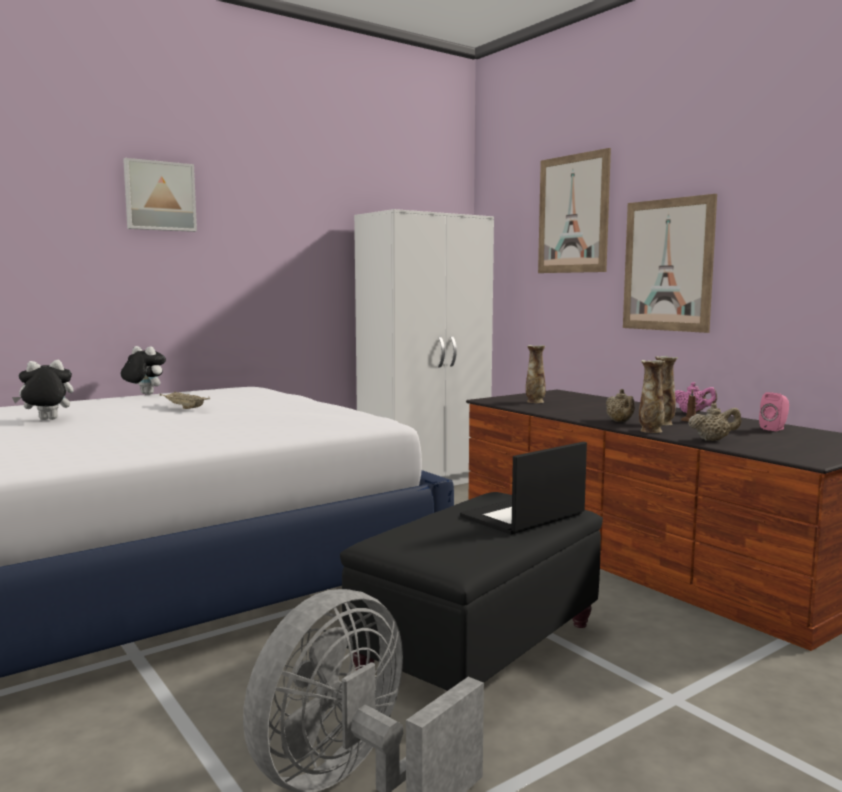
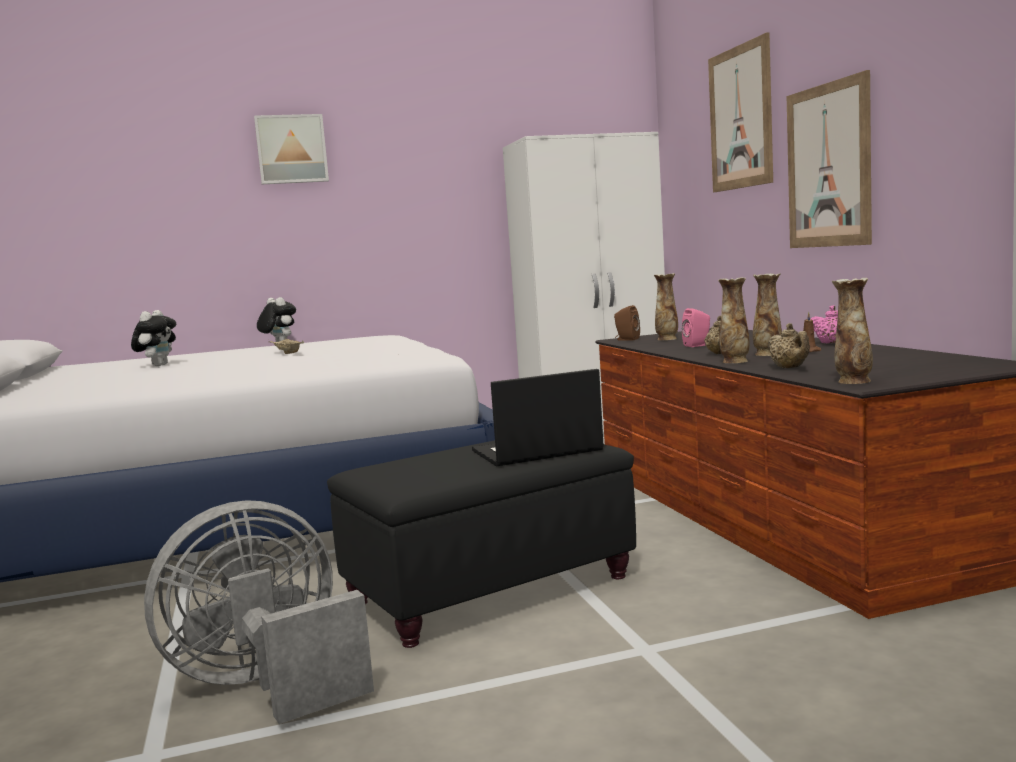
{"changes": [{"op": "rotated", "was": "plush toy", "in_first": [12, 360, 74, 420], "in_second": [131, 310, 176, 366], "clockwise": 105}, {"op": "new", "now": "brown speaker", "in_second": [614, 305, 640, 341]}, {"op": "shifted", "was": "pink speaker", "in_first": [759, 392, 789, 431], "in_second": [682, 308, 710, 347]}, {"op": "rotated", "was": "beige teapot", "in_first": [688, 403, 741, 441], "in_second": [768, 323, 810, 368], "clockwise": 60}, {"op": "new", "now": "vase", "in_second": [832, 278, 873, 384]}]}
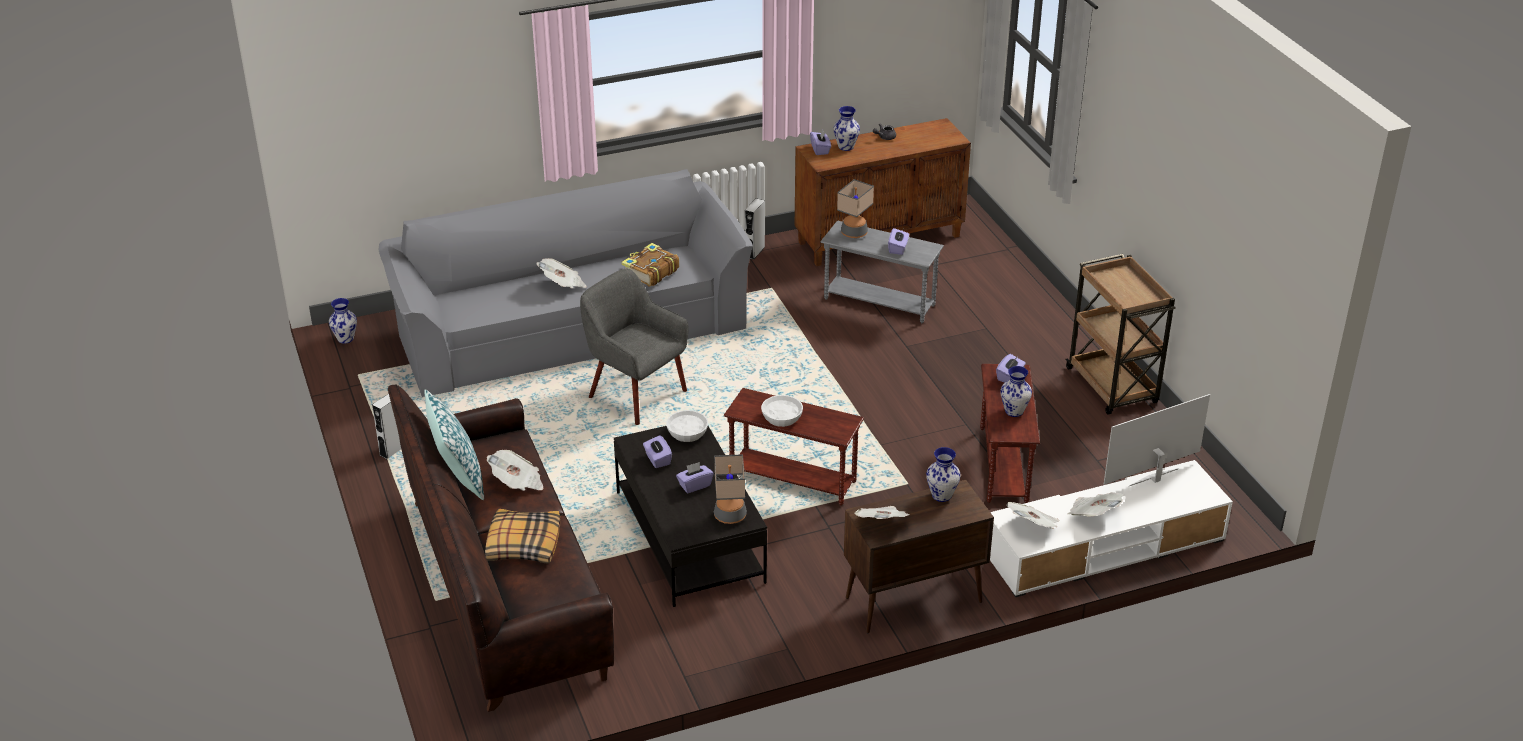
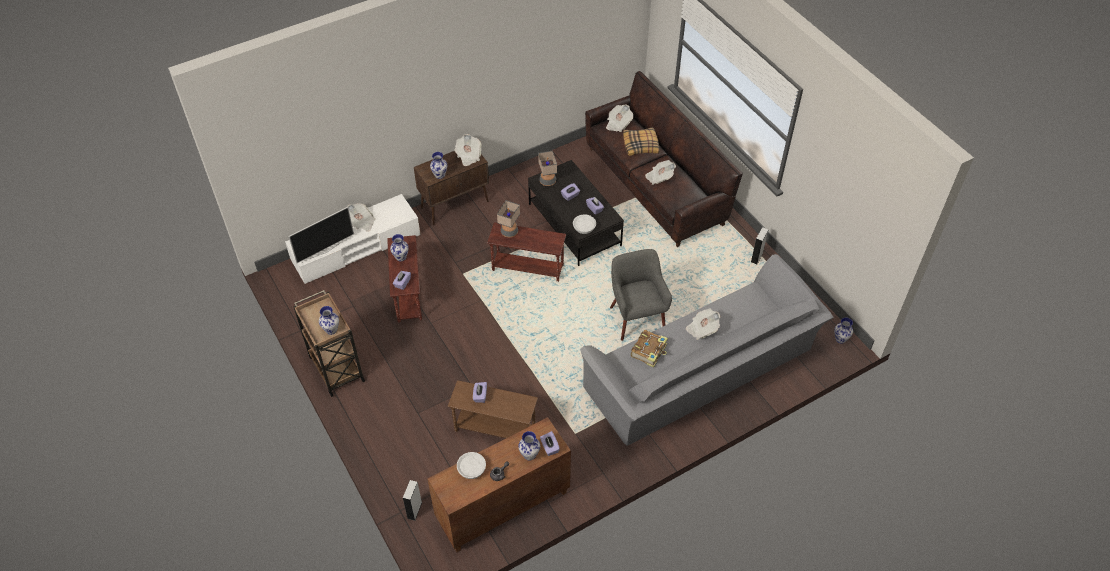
{"changes": [{"op": "new", "now": "vase", "in_second": [319, 306, 339, 335]}, {"op": "shifted", "was": "grey speaker", "in_first": [745, 198, 765, 259], "in_second": [403, 480, 422, 521]}, {"op": "repainted", "was": "grey side table", "now": "brown side table", "in_first": [821, 221, 944, 323], "in_second": [448, 380, 538, 438]}, {"op": "shifted", "was": "white bowl", "in_first": [761, 395, 803, 427], "in_second": [457, 452, 486, 479]}, {"op": "shifted", "was": "table lamp", "in_first": [837, 179, 874, 238], "in_second": [497, 200, 520, 237]}, {"op": "shifted", "was": "newspaper", "in_first": [1006, 502, 1060, 529], "in_second": [606, 105, 633, 132]}, {"op": "rotated", "was": "grey armchair", "in_first": [580, 269, 688, 425], "in_second": [610, 249, 672, 341], "clockwise": -135}, {"op": "gone", "was": "pillow", "in_first": [424, 389, 484, 500]}]}
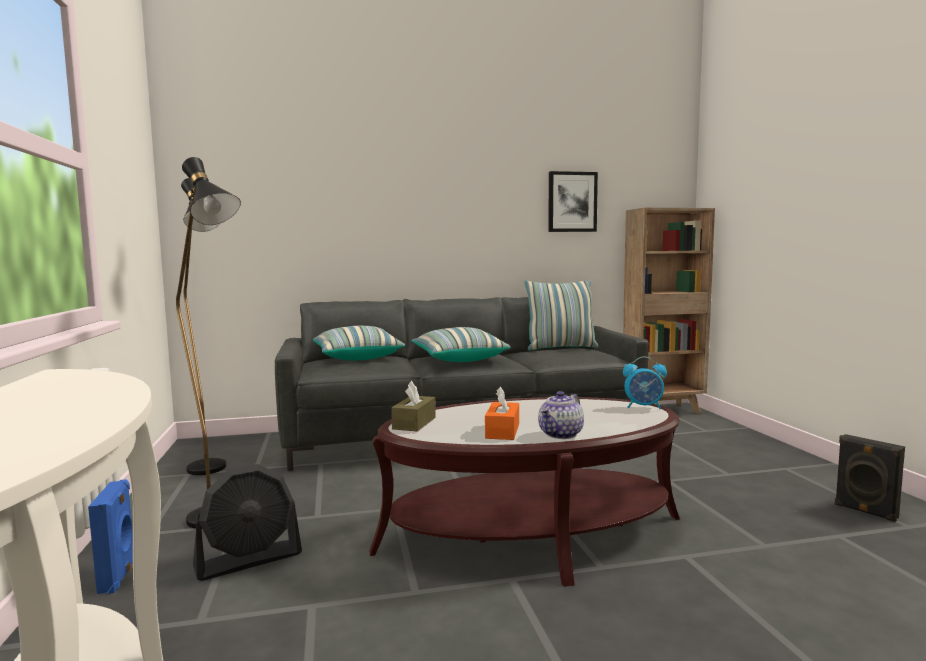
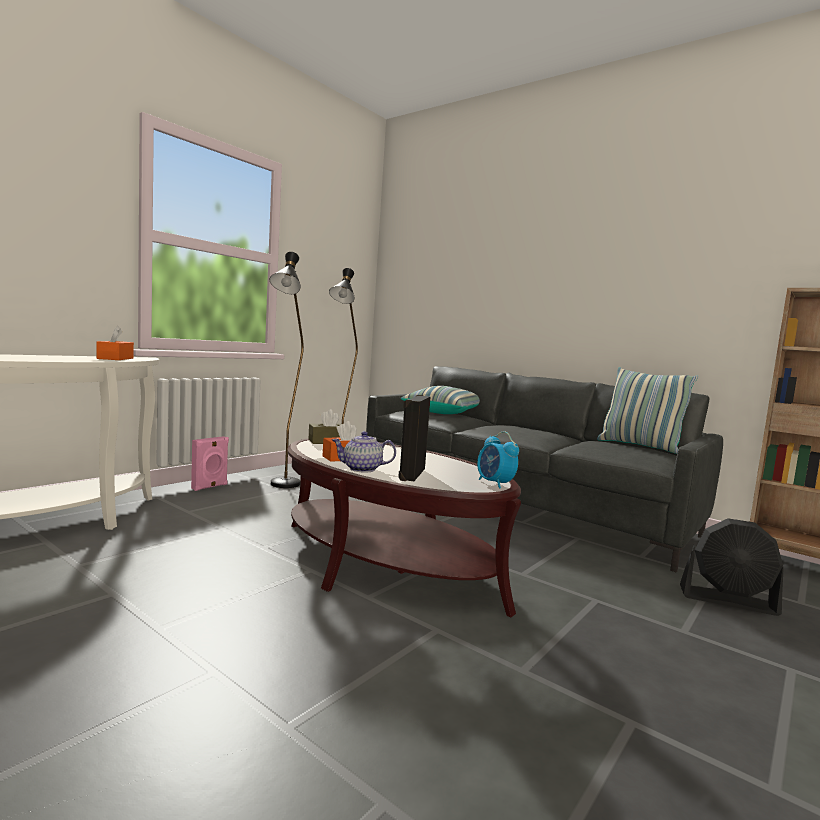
{"changes": [{"op": "new", "now": "orange tissue box", "in_second": [97, 326, 134, 360]}, {"op": "repainted", "was": "blue speaker", "now": "pink speaker", "in_first": [88, 479, 133, 594], "in_second": [191, 436, 229, 491]}, {"op": "shifted", "was": "black speaker", "in_first": [835, 434, 905, 522], "in_second": [398, 395, 430, 481]}, {"op": "shifted", "was": "black fan", "in_first": [193, 464, 302, 581], "in_second": [680, 518, 784, 616]}, {"op": "gone", "was": "pillow", "in_first": [411, 327, 511, 362]}, {"op": "gone", "was": "picture", "in_first": [548, 171, 598, 232]}]}
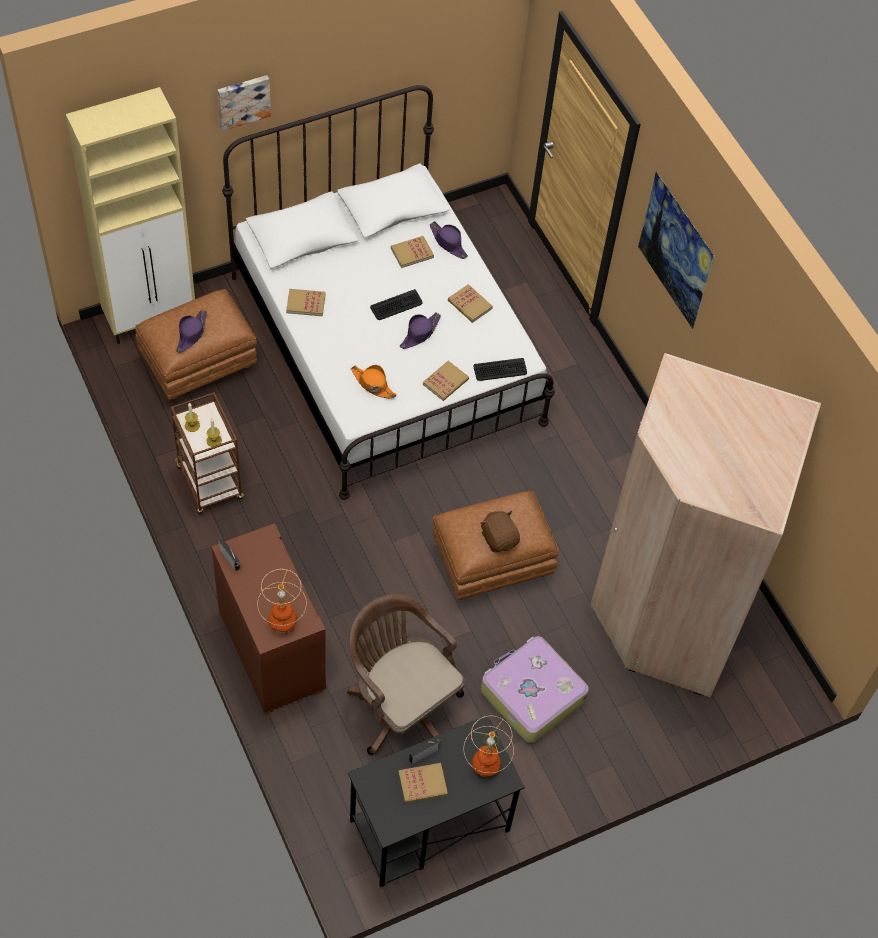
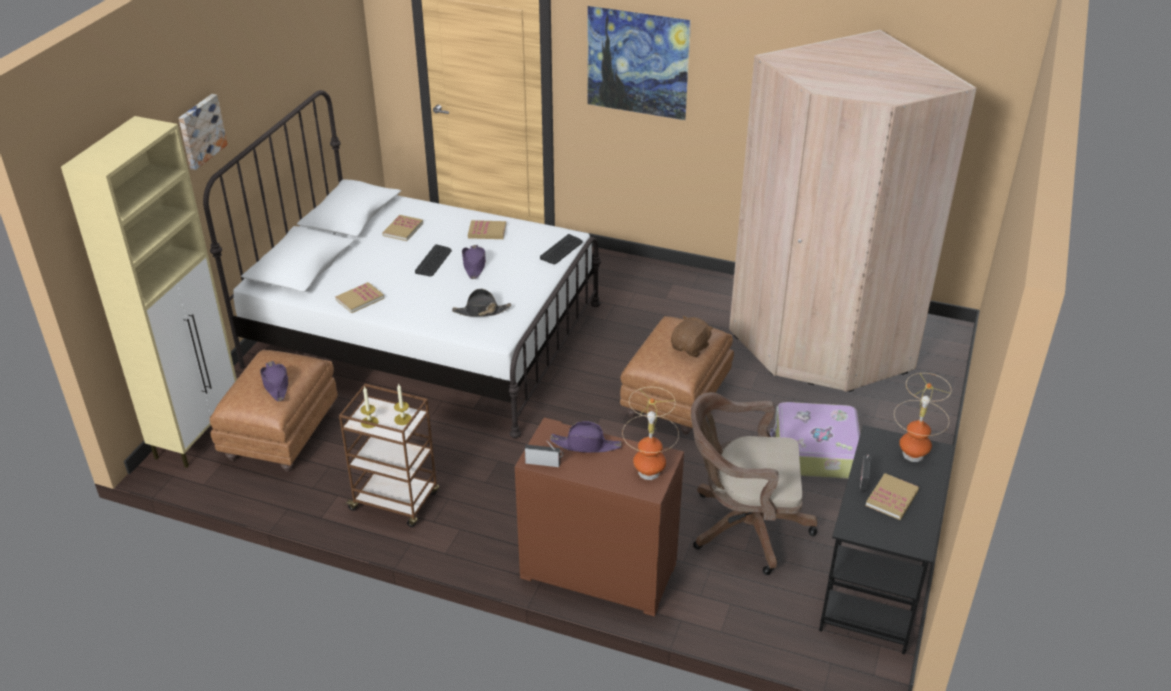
{"changes": [{"op": "repainted", "was": "orange hat", "now": "black hat", "in_first": [351, 365, 397, 399], "in_second": [452, 289, 511, 317]}, {"op": "shifted", "was": "purple hat", "in_first": [430, 221, 468, 259], "in_second": [550, 421, 622, 453]}, {"op": "rotated", "was": "brown plush toy", "in_first": [480, 511, 520, 552], "in_second": [671, 315, 713, 357], "clockwise": 105}, {"op": "gone", "was": "book", "in_first": [423, 361, 469, 401]}]}
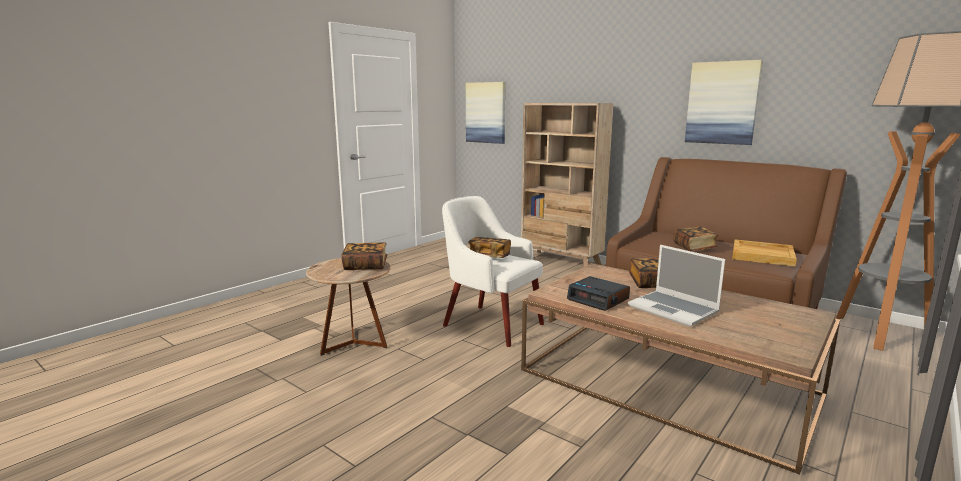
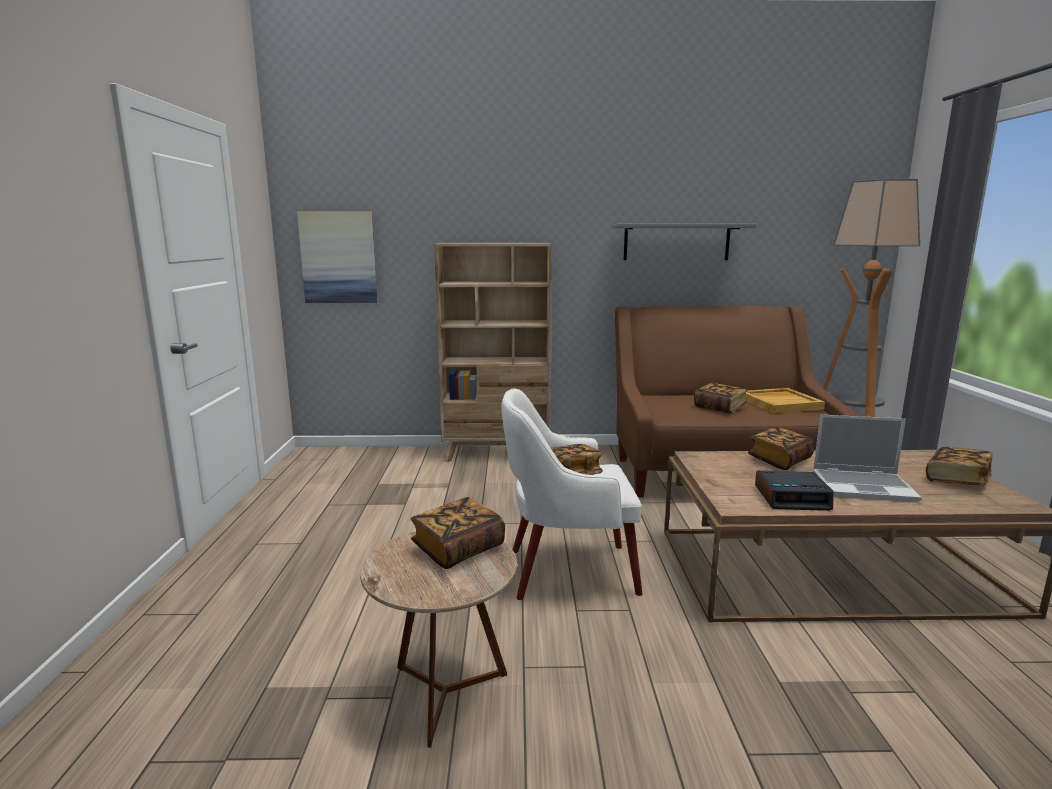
{"changes": [{"op": "swapped", "was": "picture", "now": "grey shelf", "in_first": [685, 60, 763, 145], "in_second": [612, 224, 757, 260]}, {"op": "new", "now": "book", "in_second": [926, 447, 993, 486]}]}
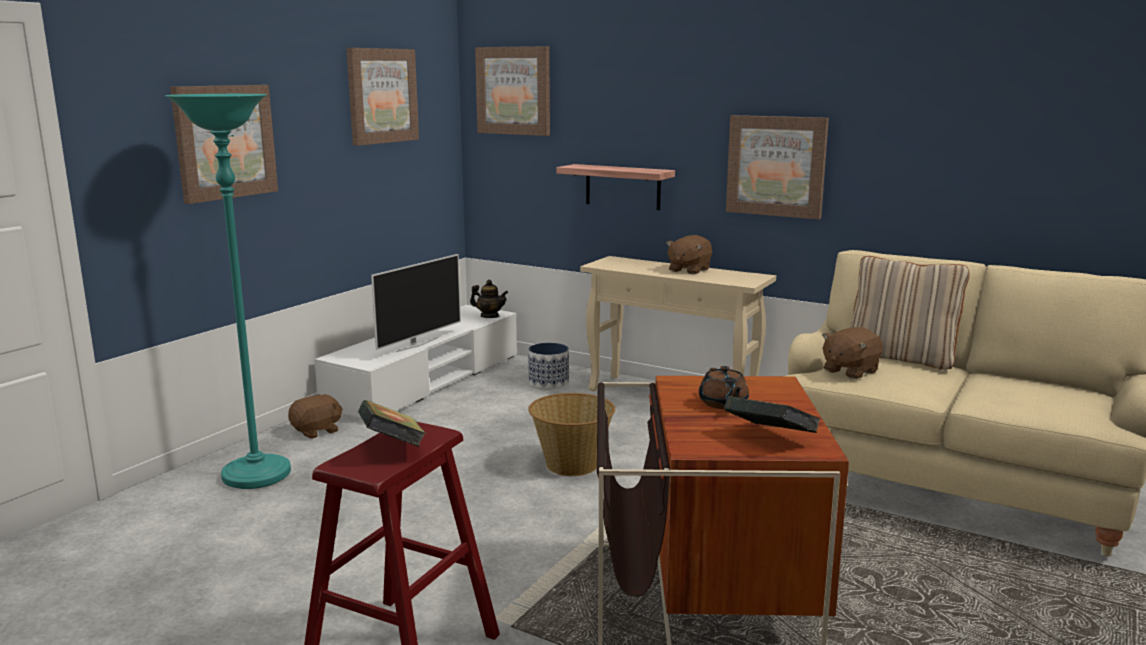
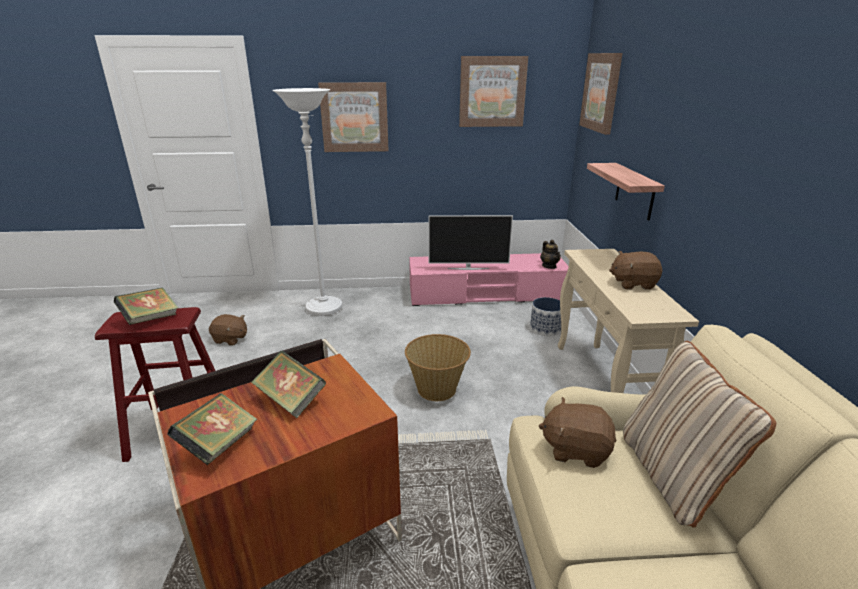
{"changes": [{"op": "shifted", "was": "brown plush toy", "in_first": [288, 394, 343, 439], "in_second": [209, 314, 247, 346]}, {"op": "swapped", "was": "brown teapot", "now": "book", "in_first": [699, 366, 749, 409], "in_second": [251, 351, 326, 418]}, {"op": "repainted", "was": "turquoise floor lamp", "now": "white floor lamp", "in_first": [165, 94, 291, 489], "in_second": [272, 88, 342, 316]}, {"op": "repainted", "was": "white tv stand", "now": "pink tv stand", "in_first": [314, 305, 517, 419], "in_second": [409, 253, 568, 306]}, {"op": "gone", "was": "picture", "in_first": [726, 115, 829, 219]}]}
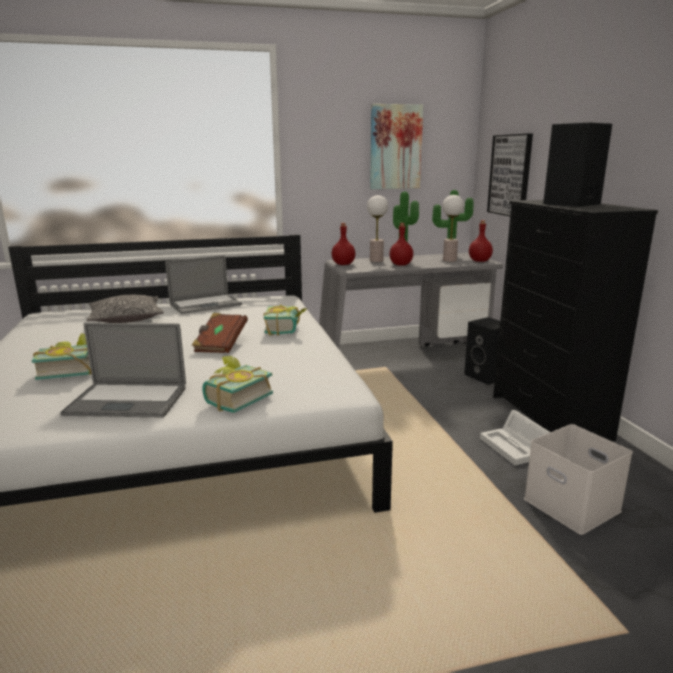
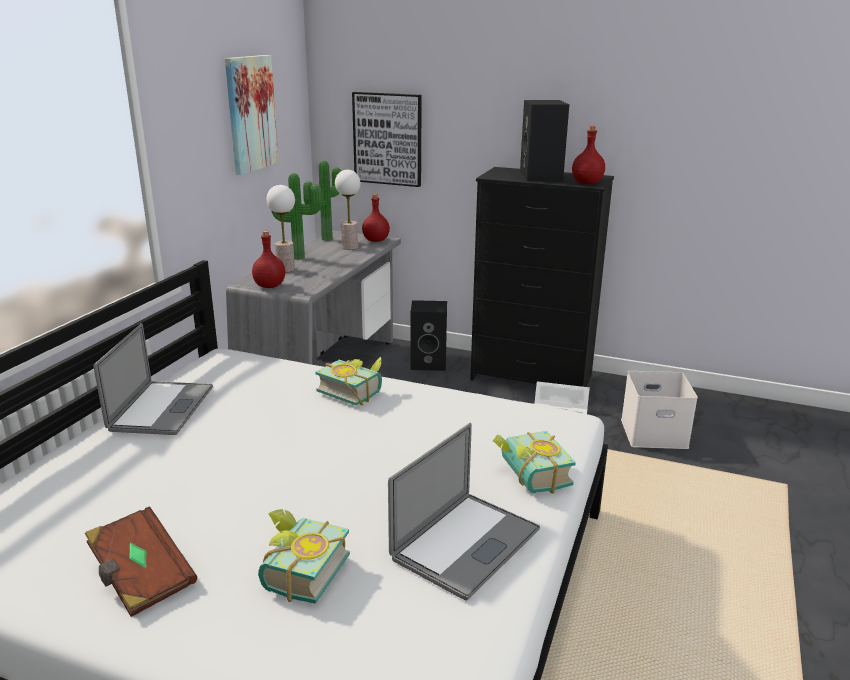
{"changes": [{"op": "shifted", "was": "brown book", "in_first": [192, 313, 248, 353], "in_second": [85, 507, 197, 617]}, {"op": "shifted", "was": "red bottle", "in_first": [389, 223, 413, 265], "in_second": [572, 126, 605, 184]}, {"op": "gone", "was": "pillow", "in_first": [87, 295, 164, 323]}]}
